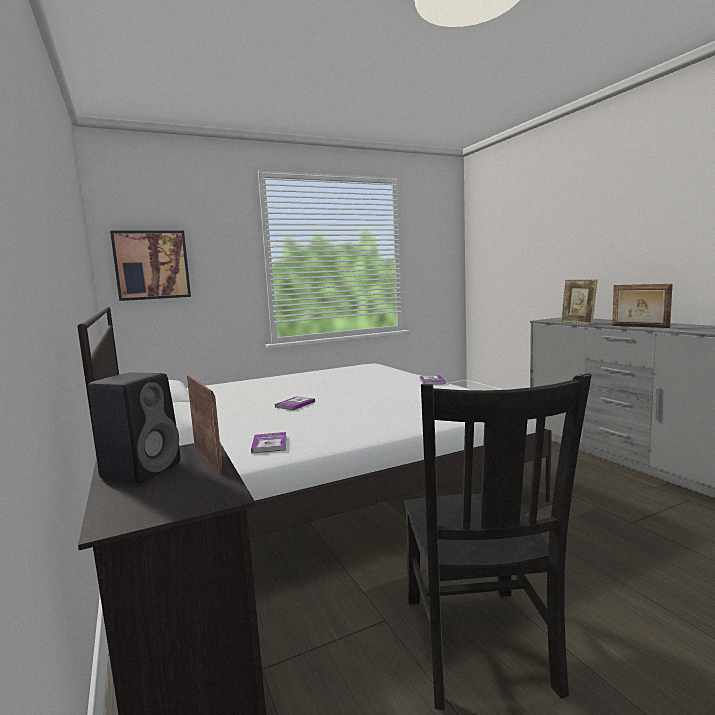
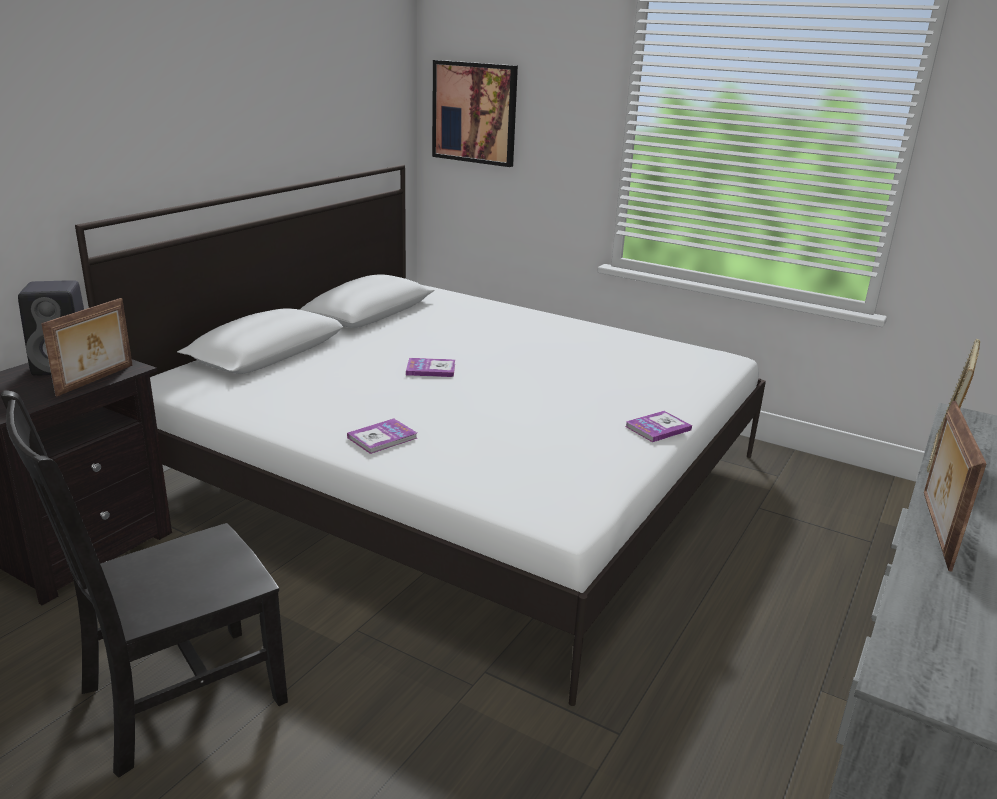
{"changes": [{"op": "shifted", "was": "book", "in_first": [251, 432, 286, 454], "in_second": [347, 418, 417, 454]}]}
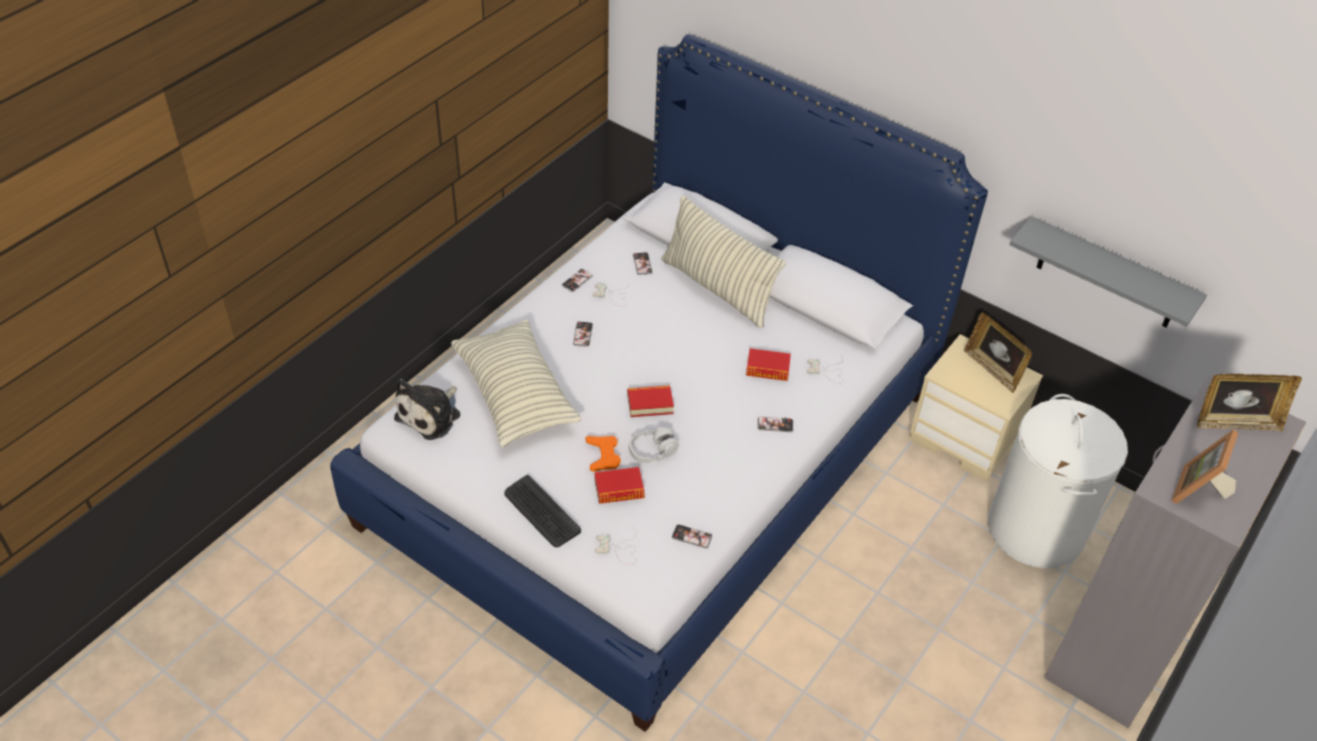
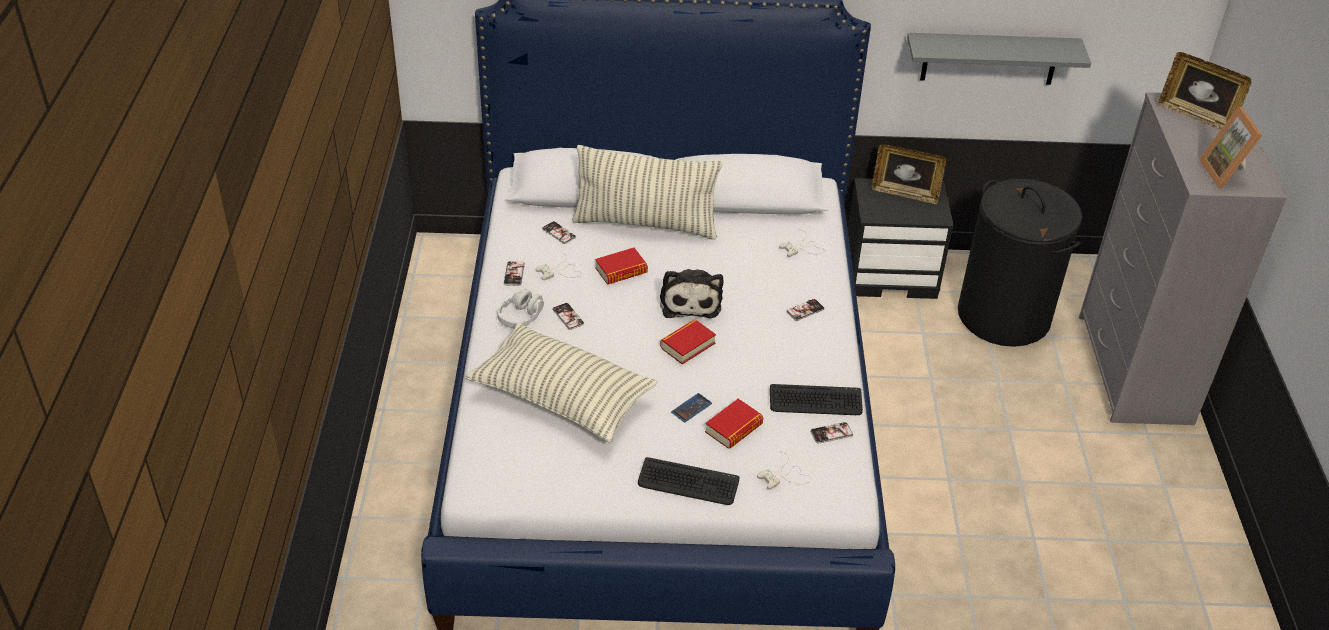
{"changes": [{"op": "shifted", "was": "grey headphones", "in_first": [629, 427, 679, 463], "in_second": [498, 289, 544, 329]}, {"op": "shifted", "was": "book", "in_first": [746, 348, 791, 381], "in_second": [595, 248, 648, 285]}, {"op": "shifted", "was": "plush toy", "in_first": [394, 379, 460, 440], "in_second": [660, 269, 723, 319]}, {"op": "swapped", "was": "orange game controller", "now": "phone", "in_first": [585, 436, 621, 472], "in_second": [671, 393, 712, 422]}, {"op": "new", "now": "keyboard", "in_second": [770, 384, 863, 415]}, {"op": "repainted", "was": "beige nightstand", "now": "black nightstand", "in_first": [909, 334, 1043, 482], "in_second": [847, 178, 954, 299]}, {"op": "repainted", "was": "white laundry basket", "now": "black laundry basket", "in_first": [988, 394, 1128, 568], "in_second": [958, 179, 1083, 347]}, {"op": "rotated", "was": "picture frame", "in_first": [1197, 374, 1302, 432], "in_second": [1159, 52, 1252, 130], "clockwise": 75}]}
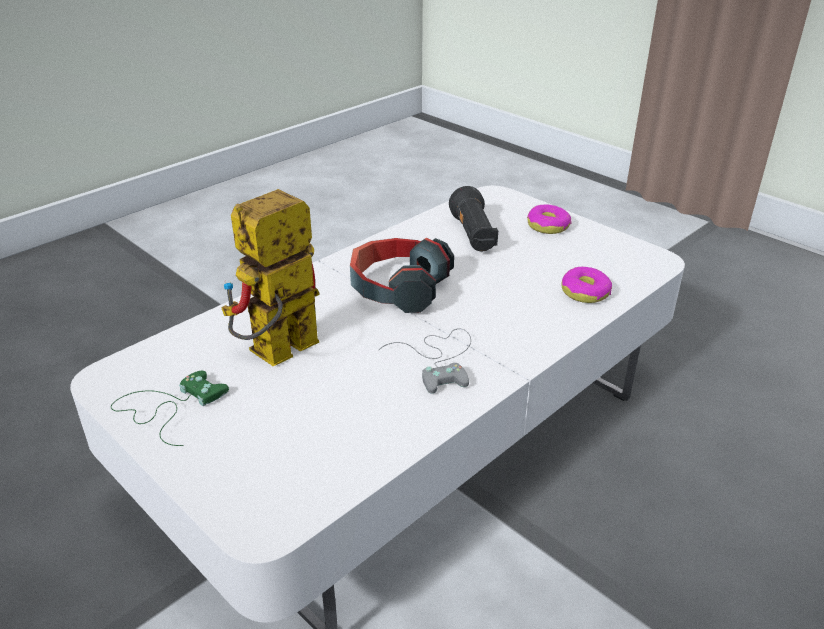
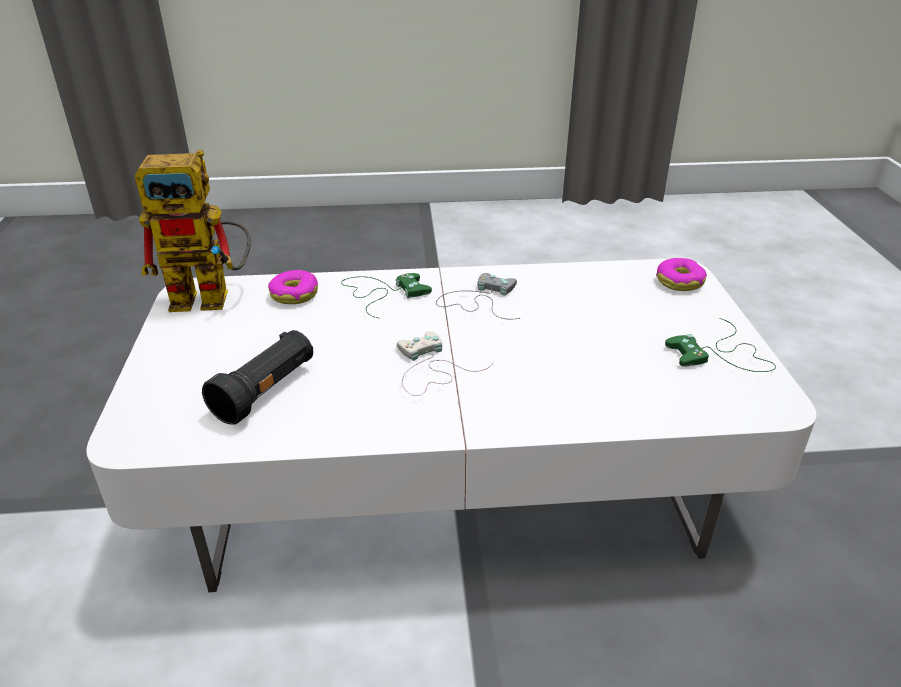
{"changes": [{"op": "shifted", "was": "toy robot", "in_first": [221, 189, 319, 366], "in_second": [135, 149, 251, 312]}, {"op": "new", "now": "green game controller", "in_second": [341, 273, 432, 319]}, {"op": "swapped", "was": "headphones", "now": "white game controller", "in_first": [350, 238, 454, 313], "in_second": [397, 331, 494, 396]}, {"op": "shifted", "was": "donut", "in_first": [527, 205, 571, 234], "in_second": [656, 258, 707, 291]}]}
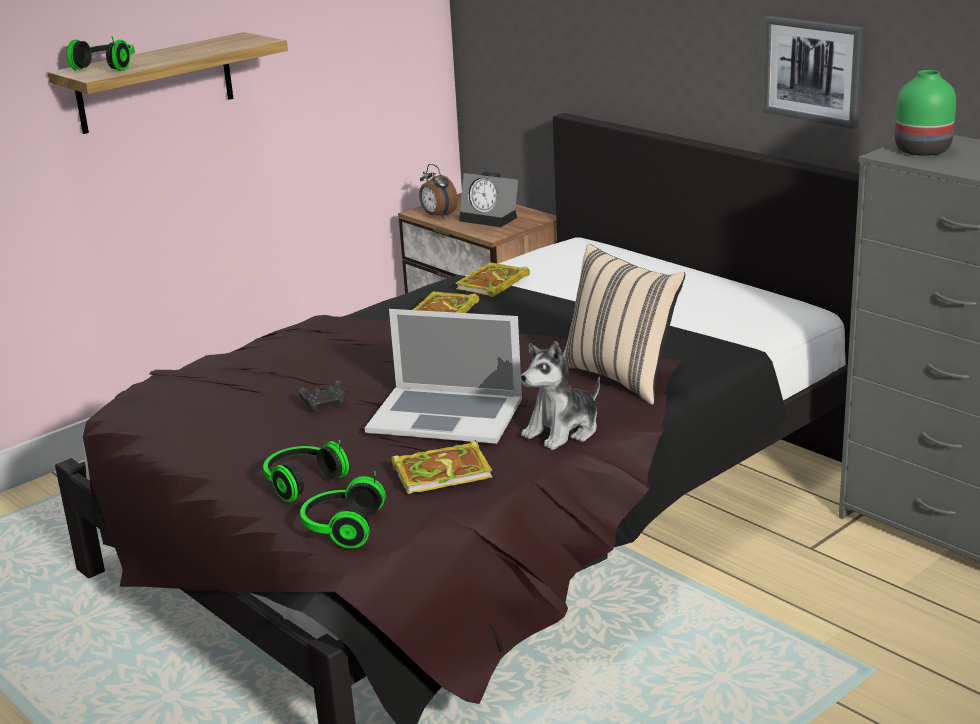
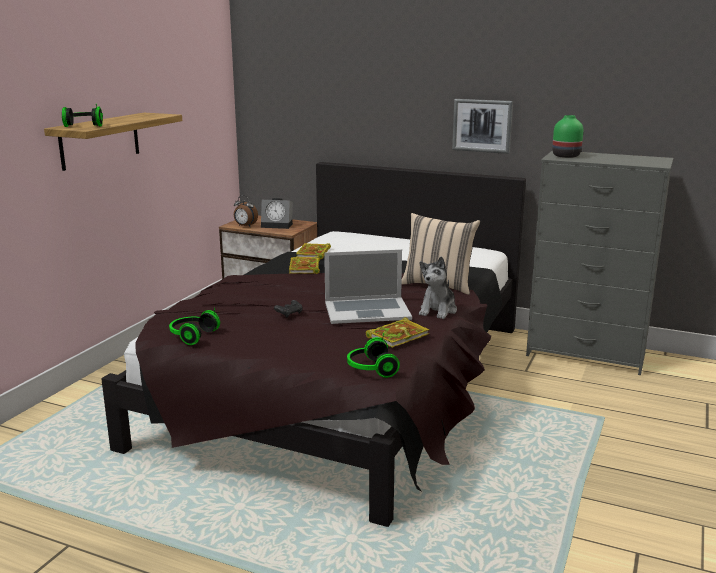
{"changes": [{"op": "shifted", "was": "headphones", "in_first": [263, 440, 349, 502], "in_second": [169, 308, 220, 345]}]}
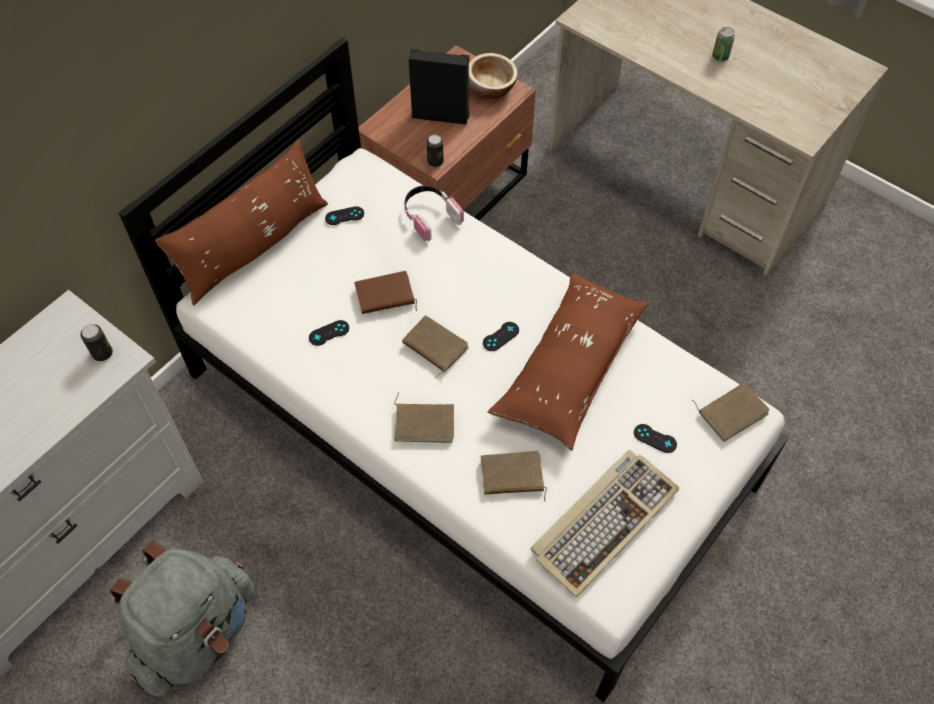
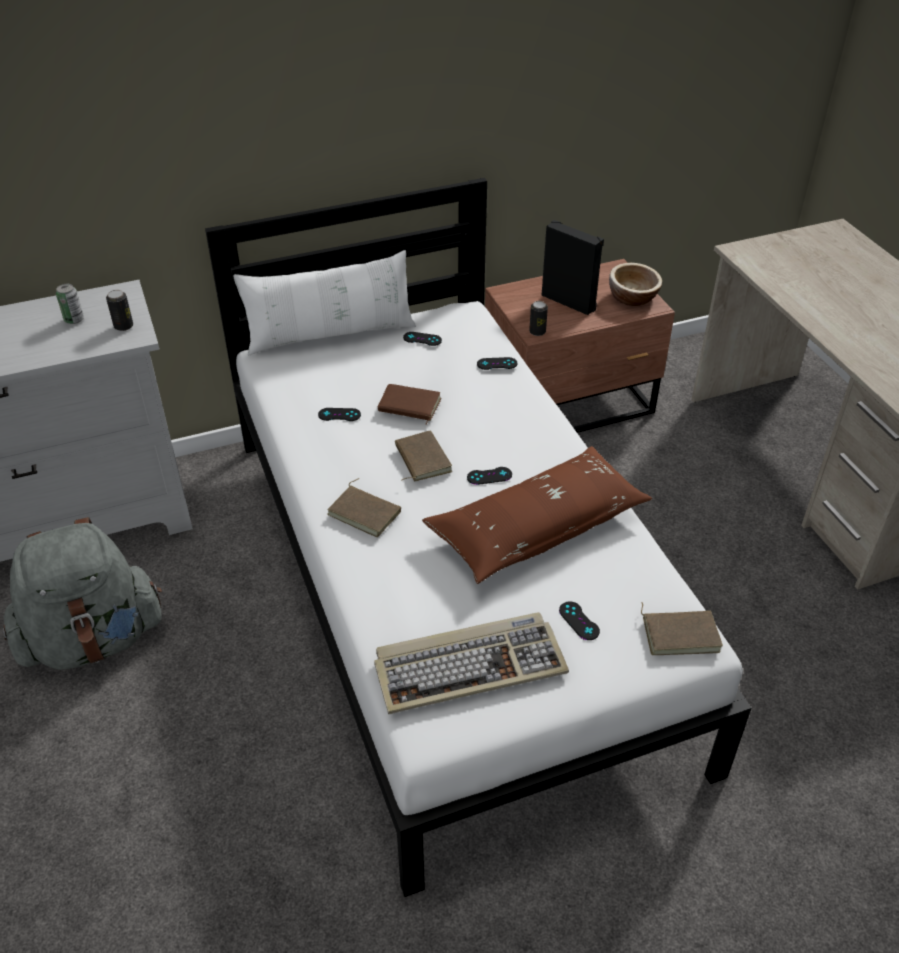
{"changes": [{"op": "shifted", "was": "can", "in_first": [712, 27, 735, 62], "in_second": [56, 284, 84, 324]}, {"op": "repainted", "was": "brown pillow", "now": "white pillow", "in_first": [155, 140, 328, 306], "in_second": [233, 250, 416, 356]}, {"op": "swapped", "was": "headphones", "now": "black game controller", "in_first": [404, 186, 464, 241], "in_second": [477, 357, 517, 370]}, {"op": "gone", "was": "brown book", "in_first": [480, 451, 547, 501]}]}
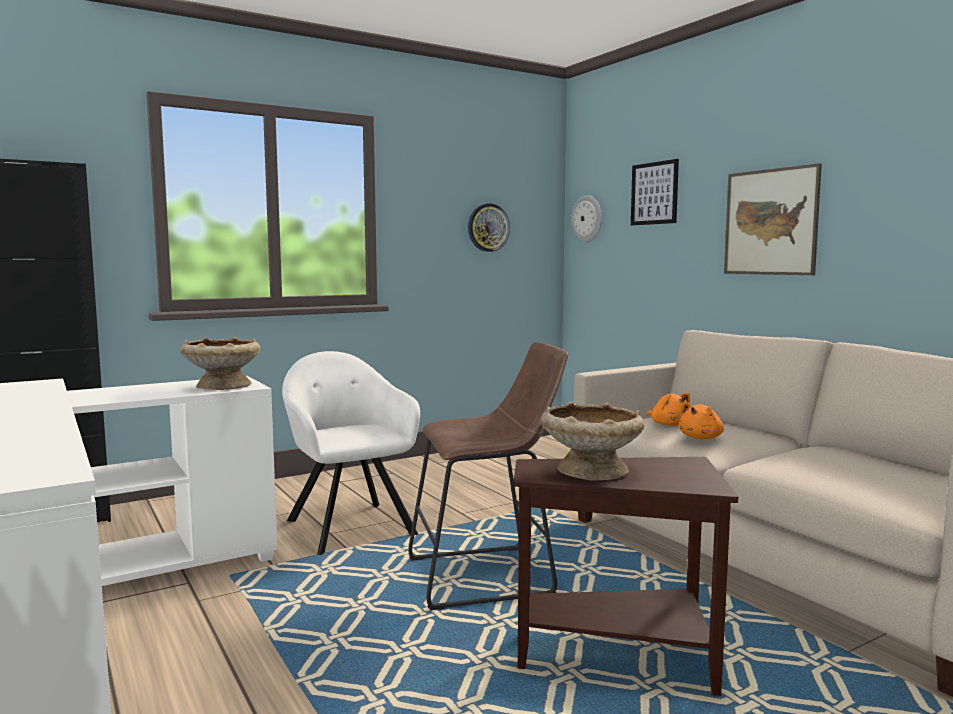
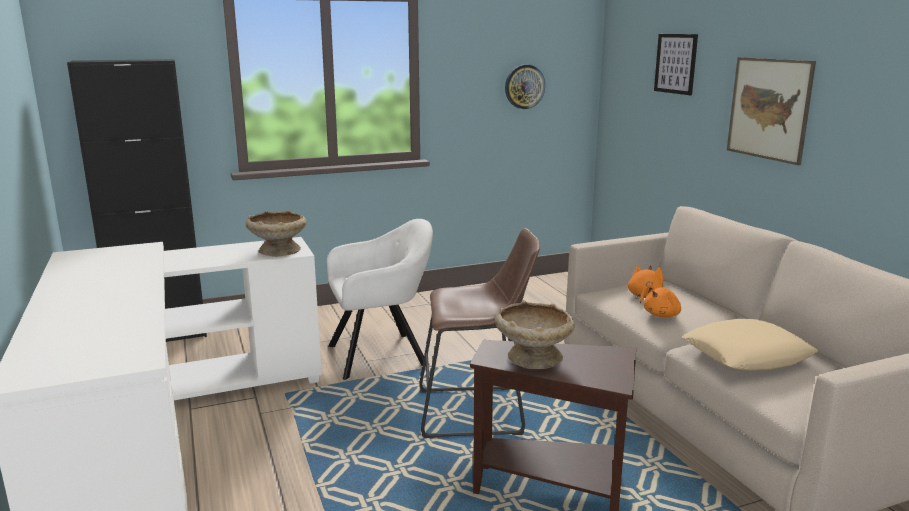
{"changes": [{"op": "rotated", "was": "white armchair", "in_first": [282, 351, 420, 555], "in_second": [327, 219, 433, 380], "clockwise": 90}, {"op": "rotated", "was": "orange plush toy", "in_first": [646, 392, 690, 426], "in_second": [628, 265, 663, 303], "clockwise": -135}, {"op": "new", "now": "beige pillow", "in_second": [682, 319, 818, 371]}, {"op": "gone", "was": "wall clock", "in_first": [571, 195, 602, 242]}]}
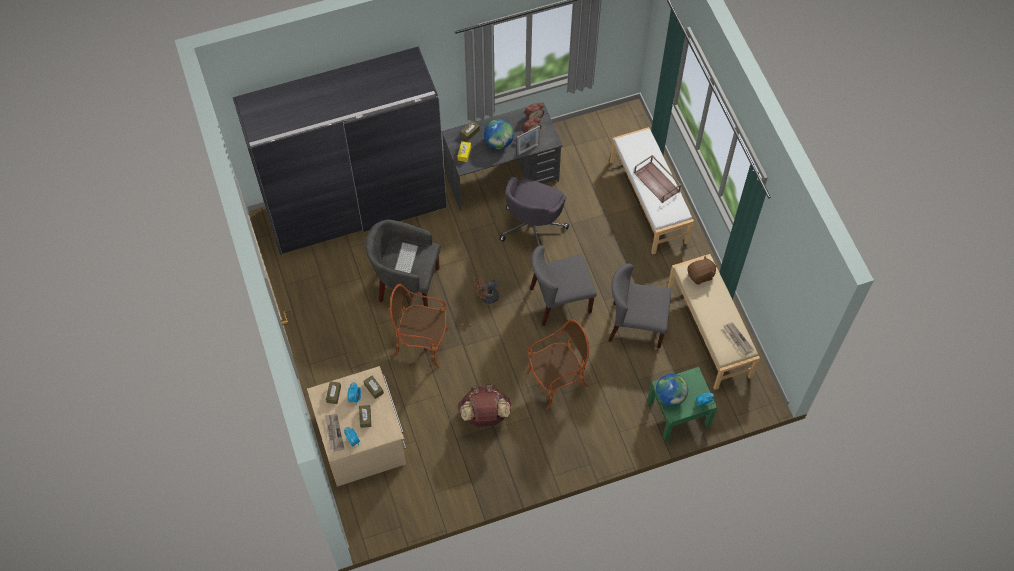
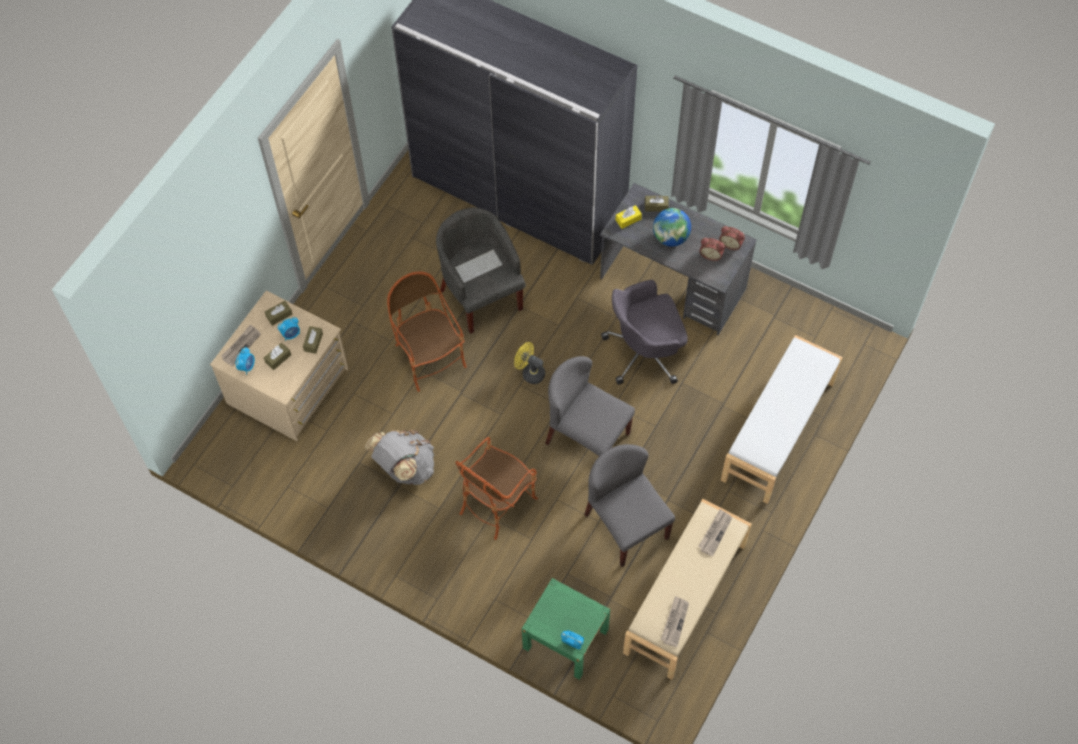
{"changes": [{"op": "repainted", "was": "brown backpack", "now": "grey backpack", "in_first": [458, 384, 512, 427], "in_second": [365, 430, 434, 485]}, {"op": "rotated", "was": "armchair", "in_first": [526, 319, 589, 410], "in_second": [455, 437, 538, 540], "clockwise": 105}, {"op": "repainted", "was": "brown fan", "now": "yellow fan", "in_first": [475, 276, 499, 304], "in_second": [514, 342, 545, 384]}, {"op": "swapped", "was": "brown plush toy", "now": "newspaper", "in_first": [687, 256, 717, 285], "in_second": [698, 509, 732, 556]}, {"op": "gone", "was": "picture frame", "in_first": [516, 126, 540, 156]}, {"op": "gone", "was": "brown tray", "in_first": [634, 155, 681, 203]}, {"op": "gone", "was": "globe", "in_first": [656, 374, 688, 406]}]}
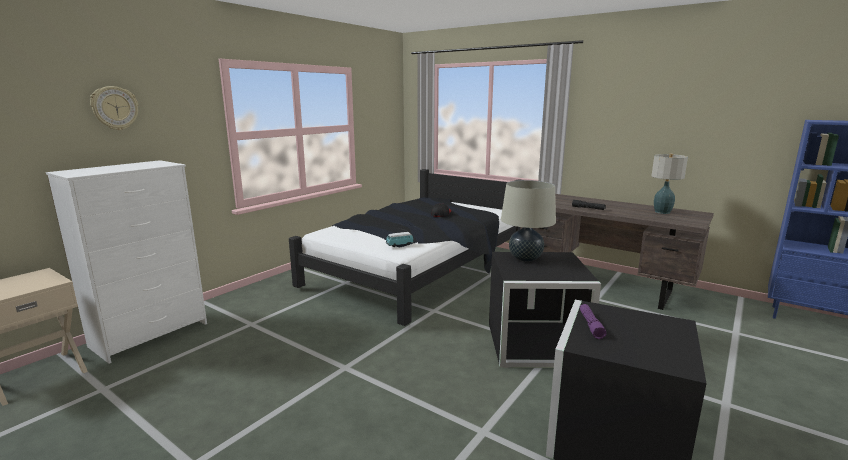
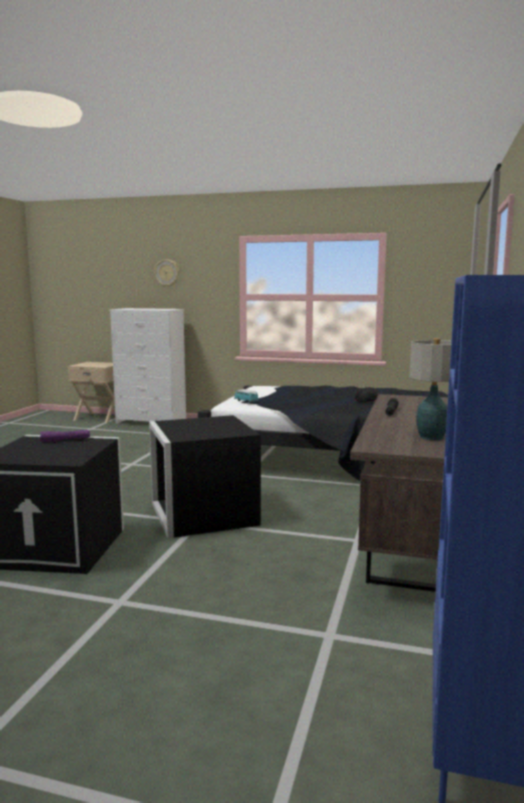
{"changes": [{"op": "gone", "was": "beige table lamp", "in_first": [501, 180, 556, 262]}]}
